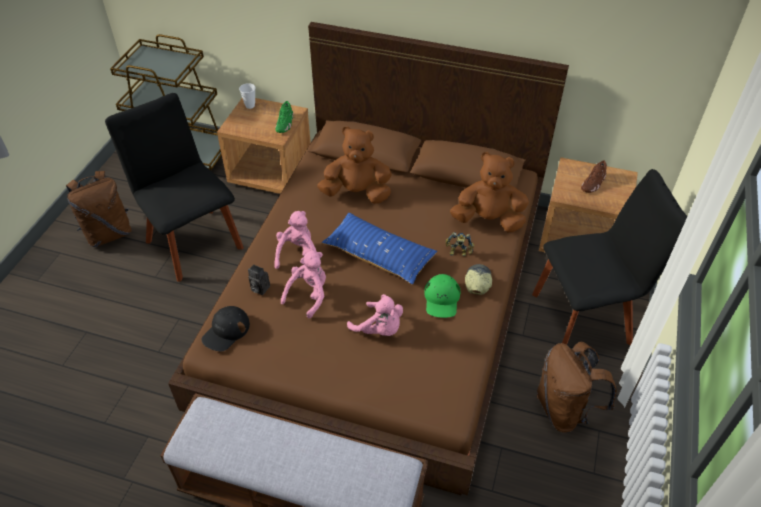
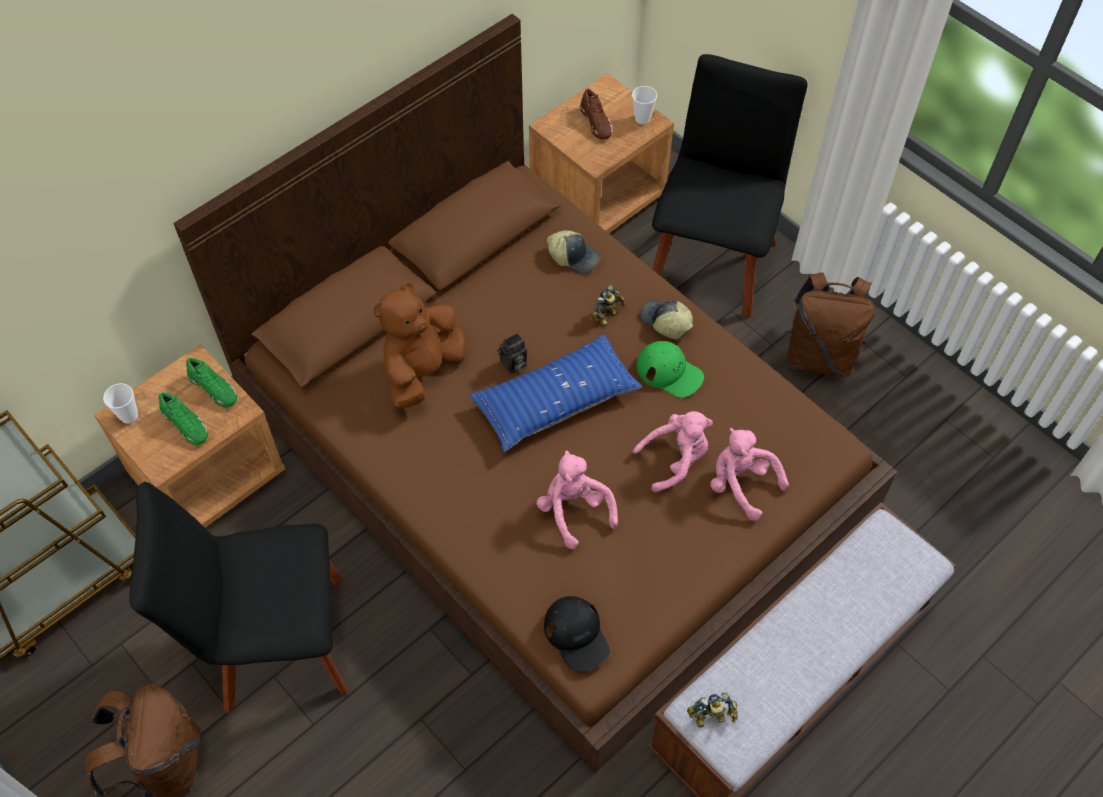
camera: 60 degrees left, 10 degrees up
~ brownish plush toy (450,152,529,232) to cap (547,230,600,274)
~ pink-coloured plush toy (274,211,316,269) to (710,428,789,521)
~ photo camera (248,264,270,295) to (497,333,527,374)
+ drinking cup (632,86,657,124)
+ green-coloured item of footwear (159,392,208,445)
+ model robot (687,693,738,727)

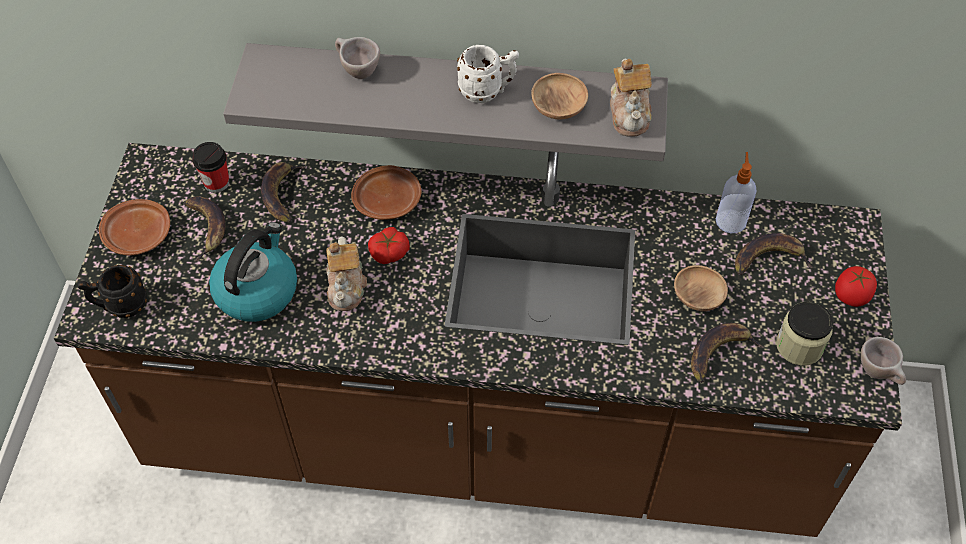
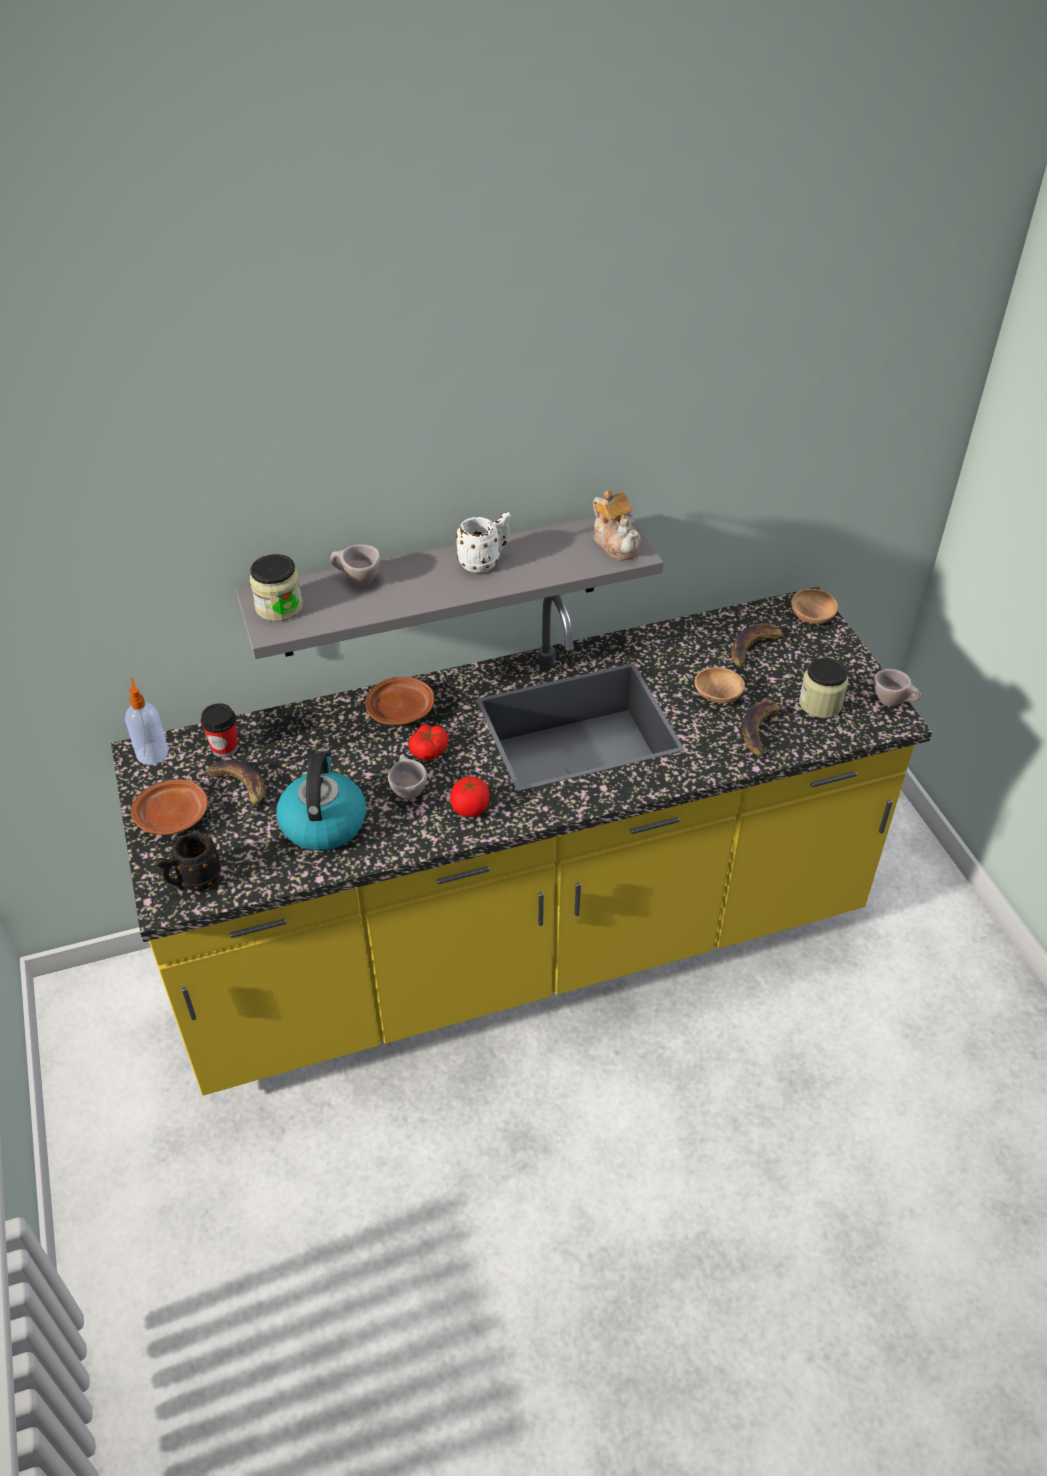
camera: 25 degrees left, 10 degrees down
~ brownish serving bowl (531,73,588,120) to (791,589,838,624)
~ brownish kitchen counter (54,143,902,537) to yellow kitchen counter (111,587,932,1096)
~ soap dispenser (716,152,756,233) to (125,678,168,765)
- whole banana (261,162,306,223)
~ teapot (326,236,367,311) to beige drinking cup (388,754,427,800)
~ fresh tomato (835,266,877,307) to (450,776,489,817)
+ jar (250,554,303,621)

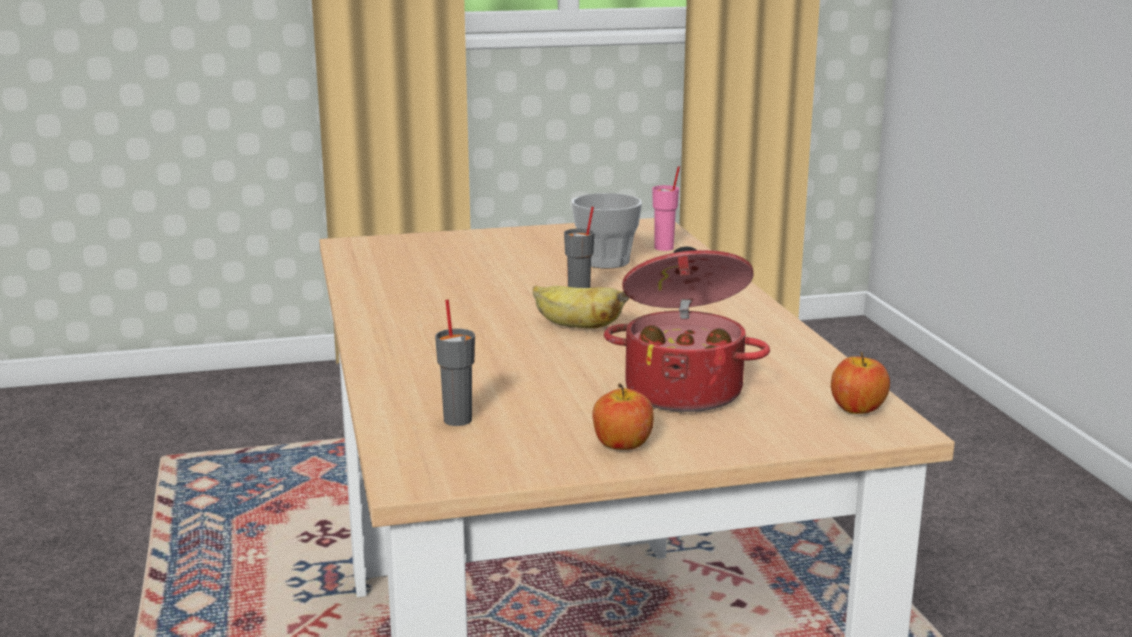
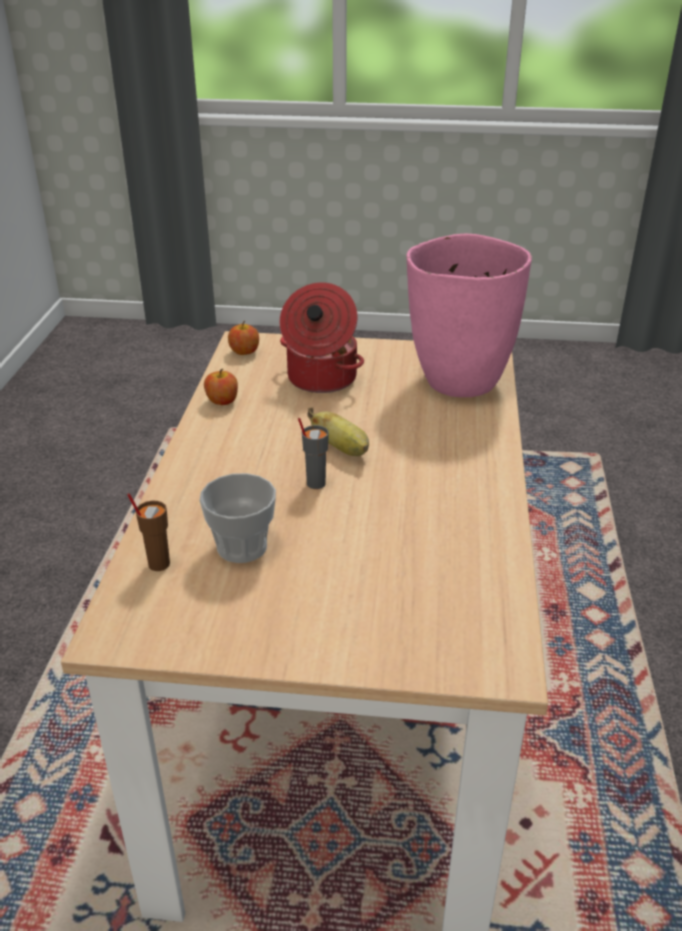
camera: 160 degrees left, 15 degrees up
~ pink-coloured drinking cup (652,166,680,251) to brownish drinking cup (127,493,170,571)
~ gray drinking cup (435,299,475,426) to pink-coloured decorative vase (406,234,532,397)
~ apple fruit (592,383,654,450) to (204,369,238,405)

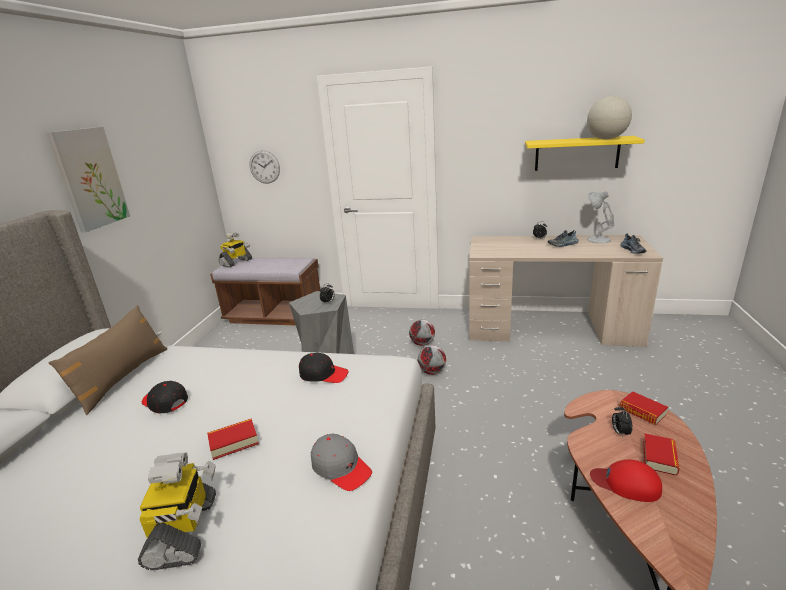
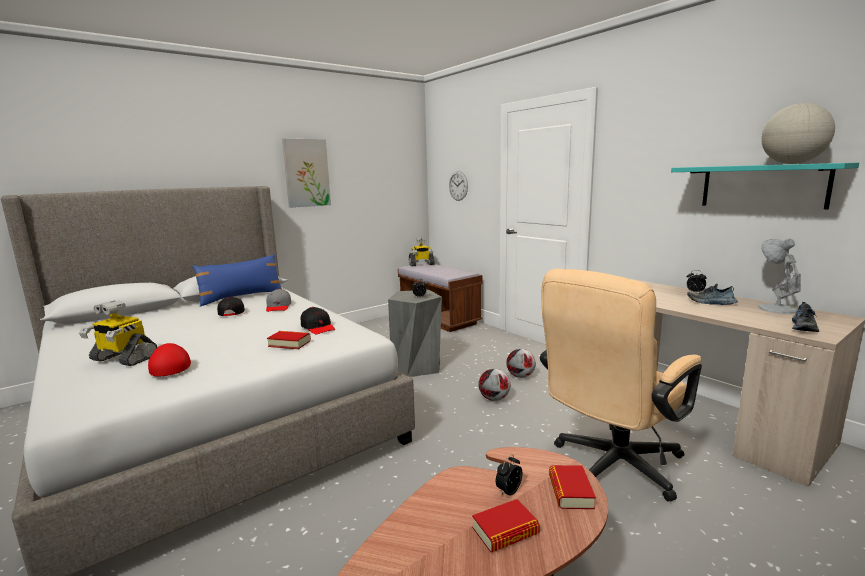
camera: 40 degrees right, 10 degrees down
~ yellow shelf (525,136,645,171) to turquoise shelf (671,163,859,209)
~ brownish throw pillow (48,305,168,415) to blue-coloured throw pillow (192,254,282,307)
~ bound book (207,418,259,460) to (267,331,311,349)
~ gray cap (311,433,372,491) to (266,289,291,312)
~ model robot (138,452,216,570) = (79,300,158,366) 75 degrees clockwise
~ red cap (590,460,662,502) to (148,343,191,376)
+ beige office chair (540,269,702,502)

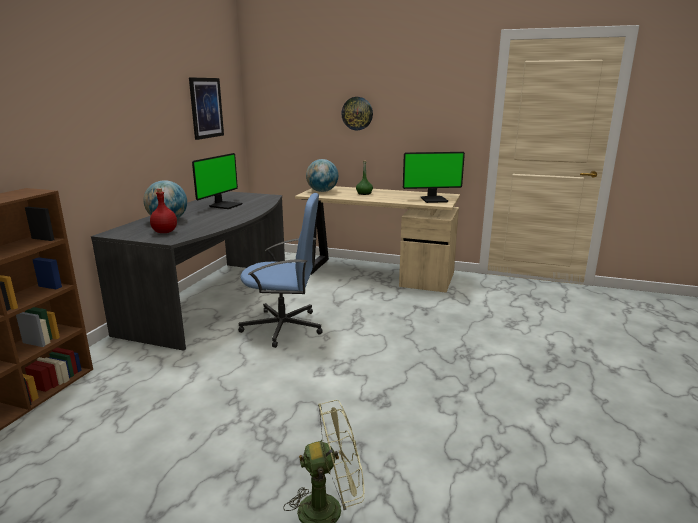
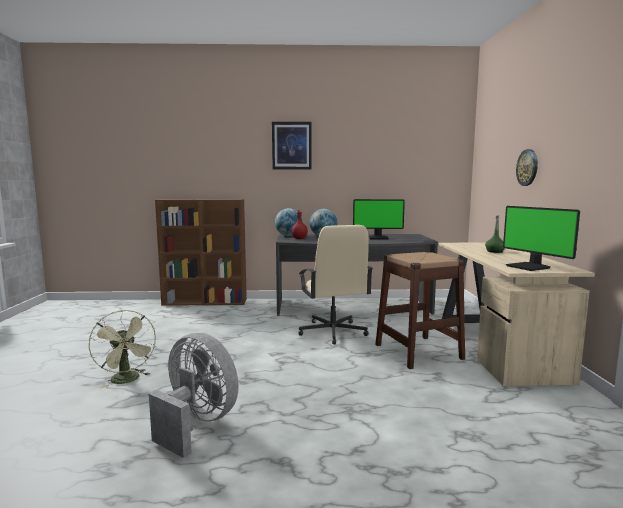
camera: 70 degrees right, 10 degrees down
~ picture (189,77,224,140) to (272,122,312,170)
~ desk globe (306,159,338,192) to (275,208,302,236)
~ blue-coloured office chair (238,193,323,348) to beige office chair (299,225,373,345)
+ brownish sitting stool (375,252,465,369)
+ gray cooling fan (149,333,239,458)

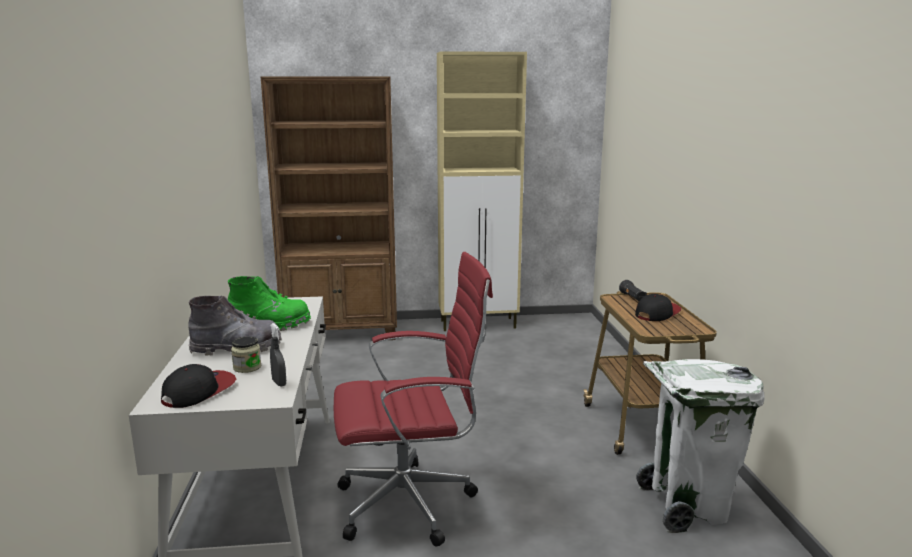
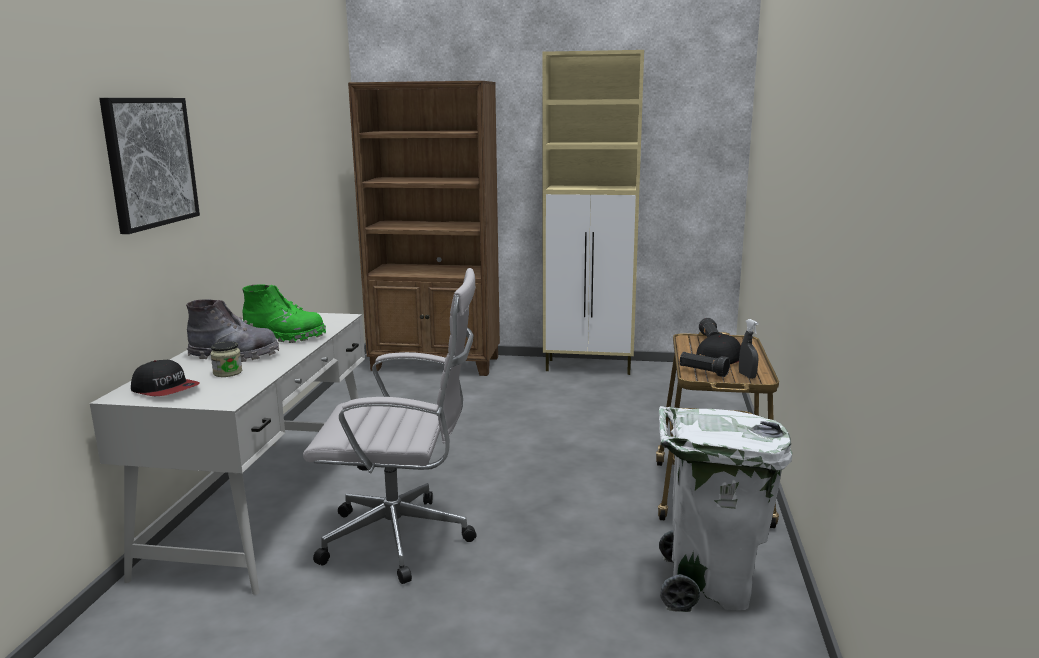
camera: 15 degrees right, 0 degrees up
~ red office chair (334,252,493,547) to white office chair (303,268,476,584)
~ gray hand sprayer (270,323,286,387) to (739,319,759,379)
~ cap (161,364,236,408) = (131,360,200,396) 75 degrees clockwise
+ picture (99,98,200,234)
+ black flashlight (680,352,730,377)

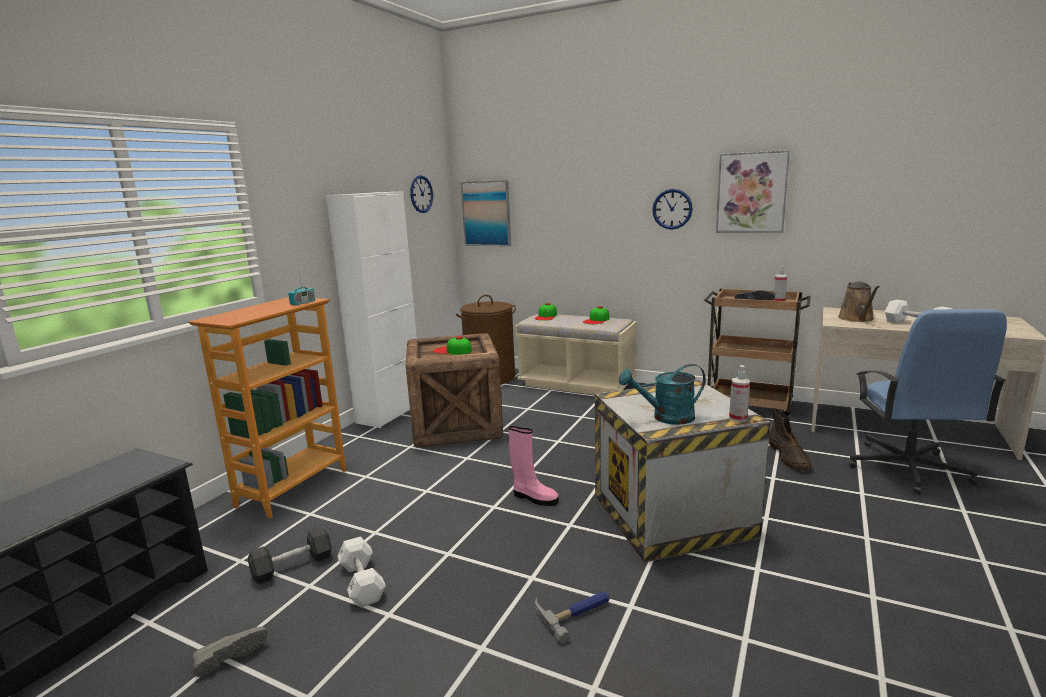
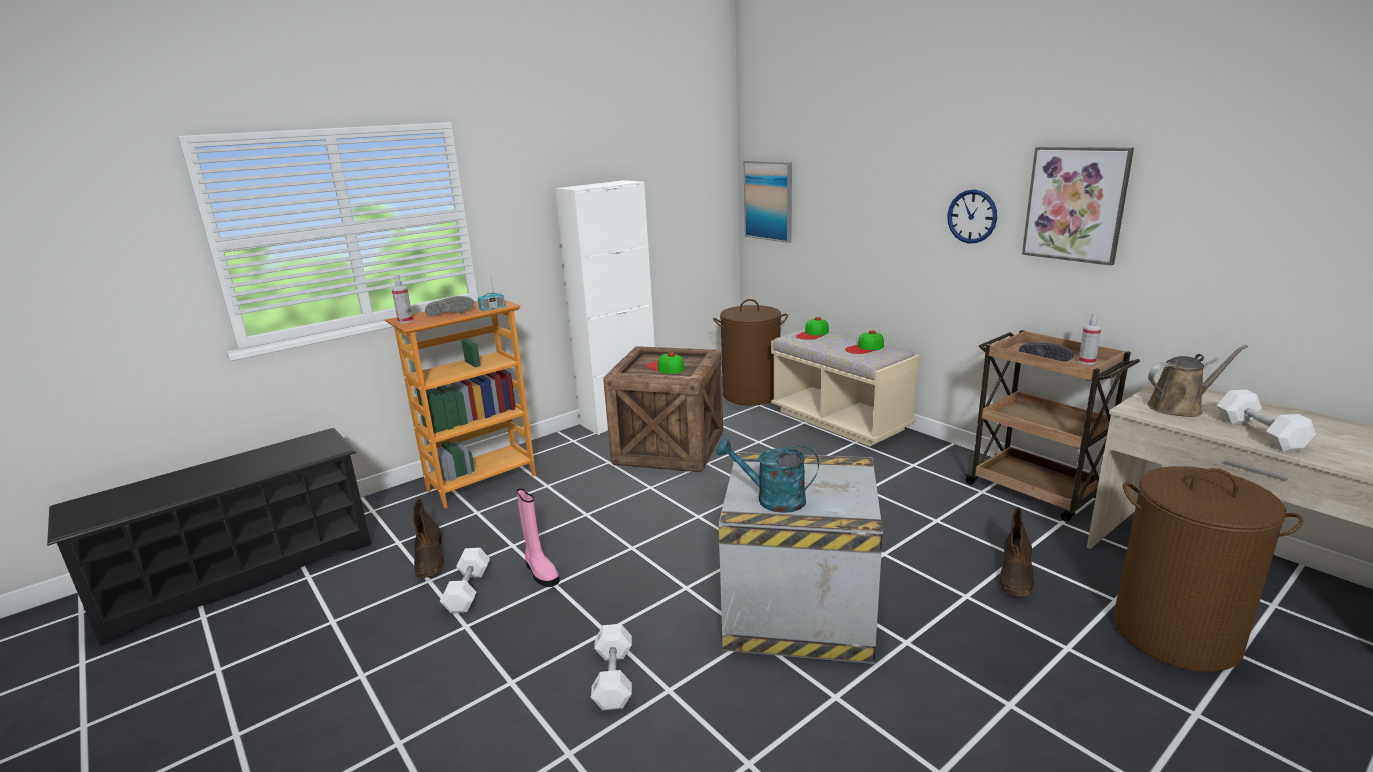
camera: 25 degrees right, 5 degrees up
- hanging clock (410,175,433,213)
~ brownish watering can (838,282,880,322) = (1147,345,1248,417) 135 degrees counterclockwise
~ blue-coloured office chair (849,309,1007,494) to brownish hamper (1114,466,1303,672)
~ hand sprayer (729,365,750,422) to (392,275,413,323)
~ pink-coloured high-top boot (509,426,559,506) to (517,488,560,587)
~ black free weight (248,526,332,584) to brownish high-top boot (413,499,444,578)
~ hammer (535,591,610,644) to white free weight (591,624,632,710)
~ gray item of footwear (193,627,268,677) to (425,296,474,317)

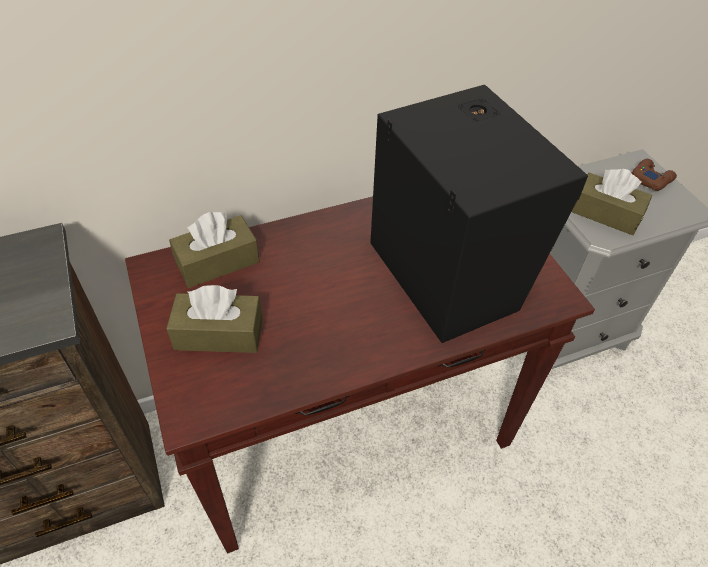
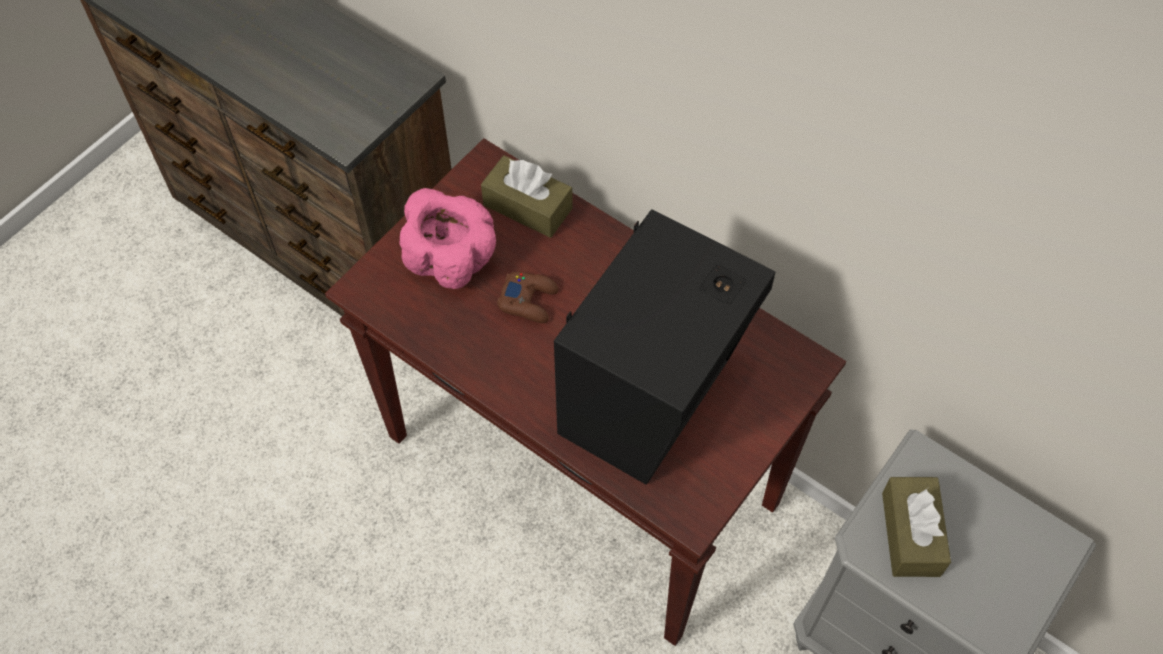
camera: 60 degrees right, 10 degrees up
~ brownish gamepad (632,159,677,191) to (497,272,558,323)
~ brownish box of tissues (166,285,263,353) to pink-coloured serving bowl (399,188,496,289)

